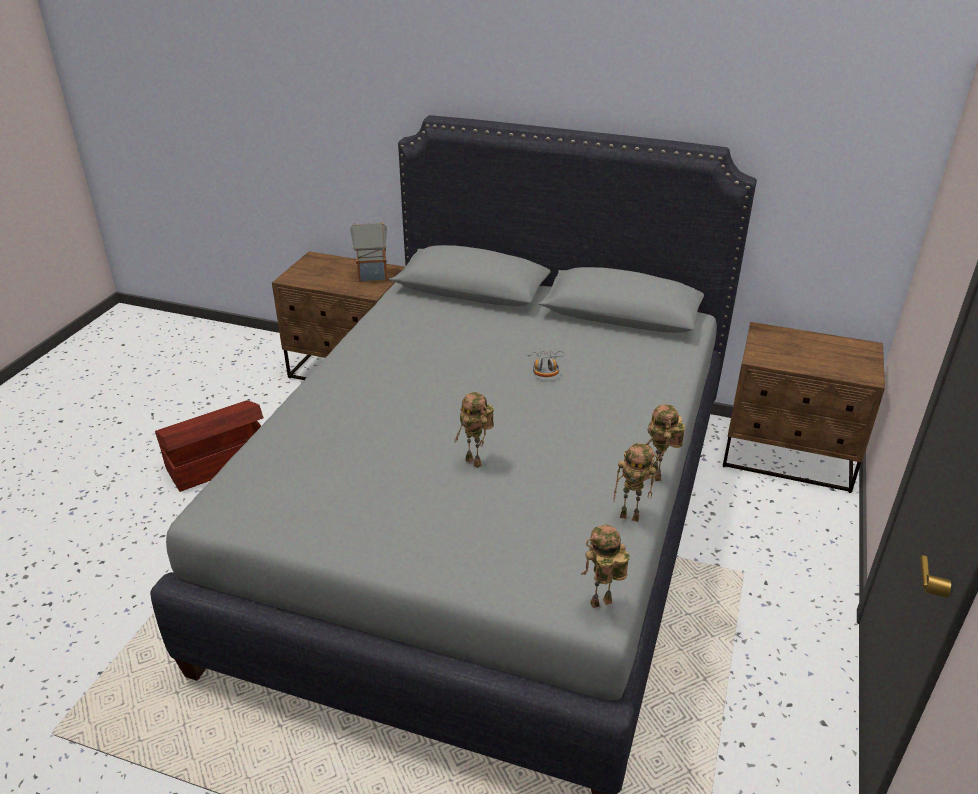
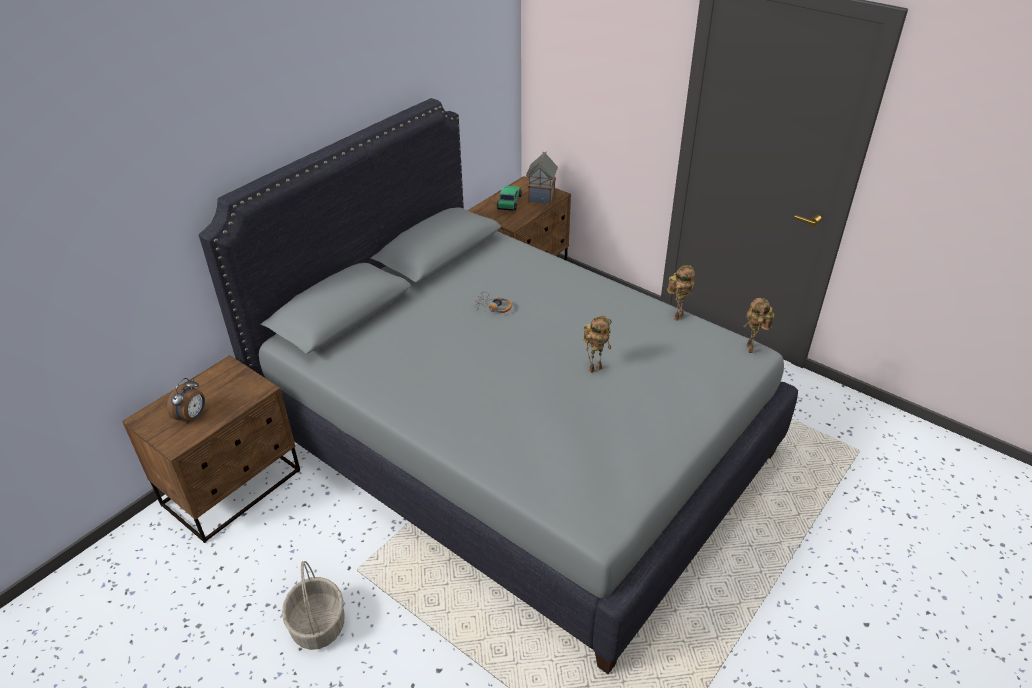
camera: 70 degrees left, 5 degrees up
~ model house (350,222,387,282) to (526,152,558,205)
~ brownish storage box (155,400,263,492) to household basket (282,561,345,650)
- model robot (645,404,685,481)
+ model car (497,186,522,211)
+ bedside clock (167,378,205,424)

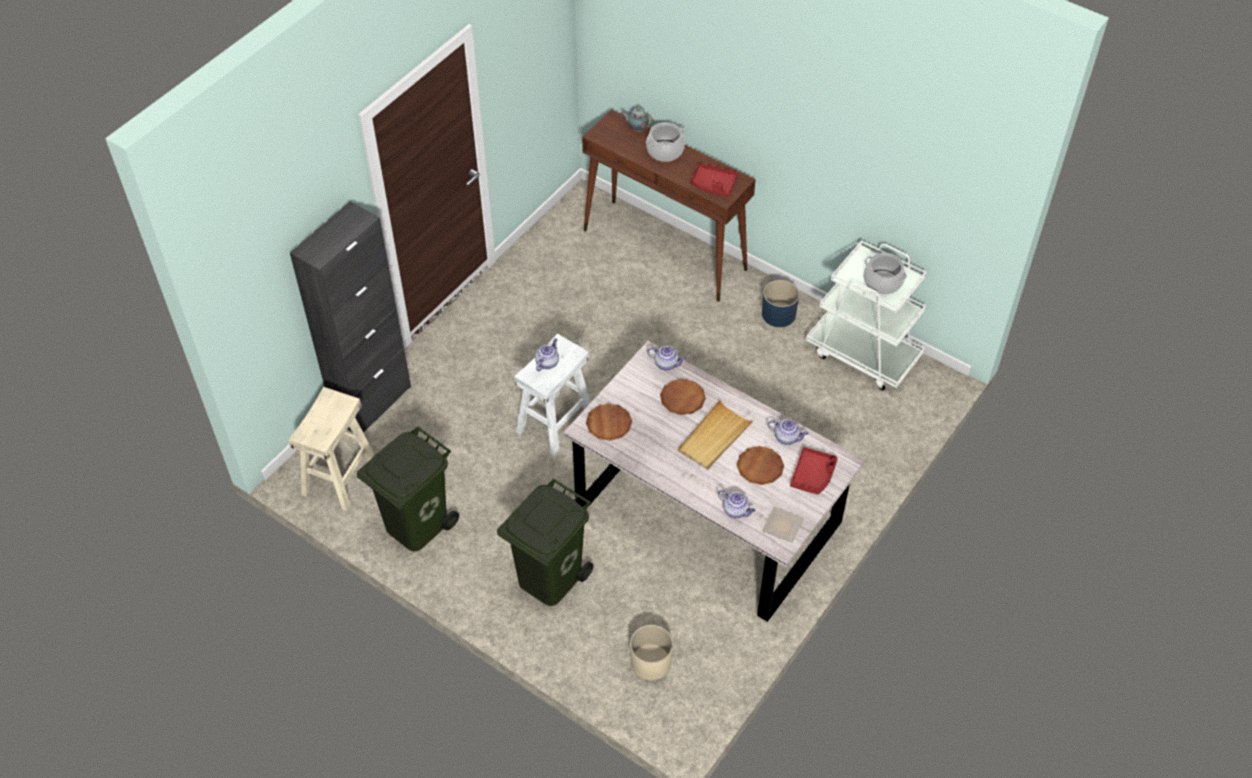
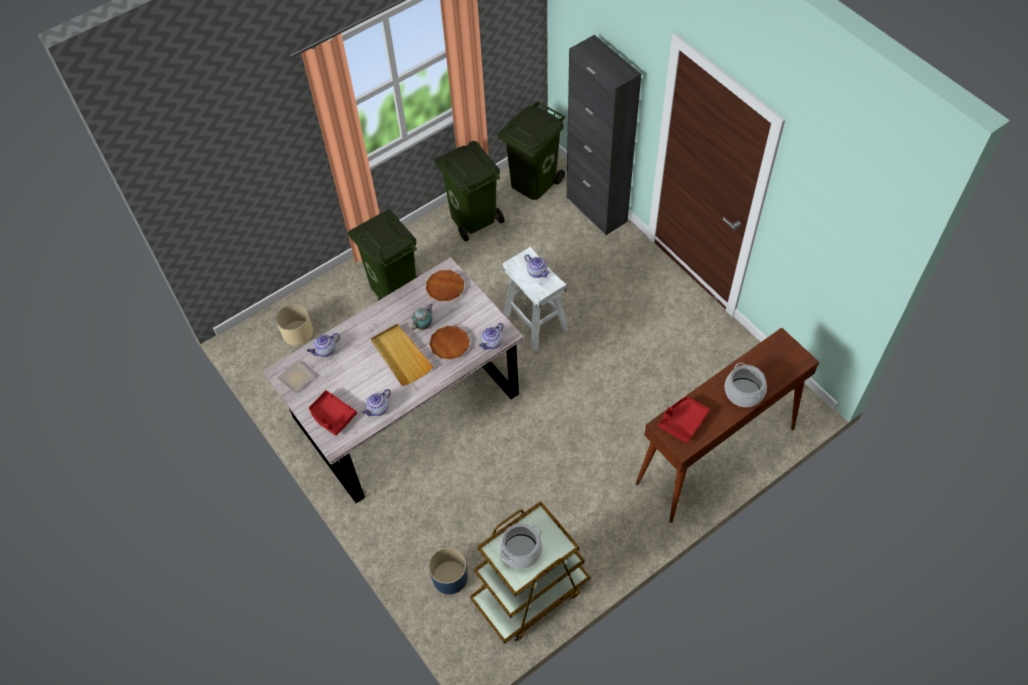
camera: 110 degrees right, 5 degrees up
~ teapot (621,107,654,132) to (412,304,433,330)
~ white trolley (806,240,927,391) to brownish trolley (470,501,590,643)
~ blue-coloured planter (762,280,799,327) to (428,547,468,594)
~ beige sitting stool (289,387,375,511) to green-coloured waste bin (497,101,565,200)
- brownish dinner plate (737,446,784,485)

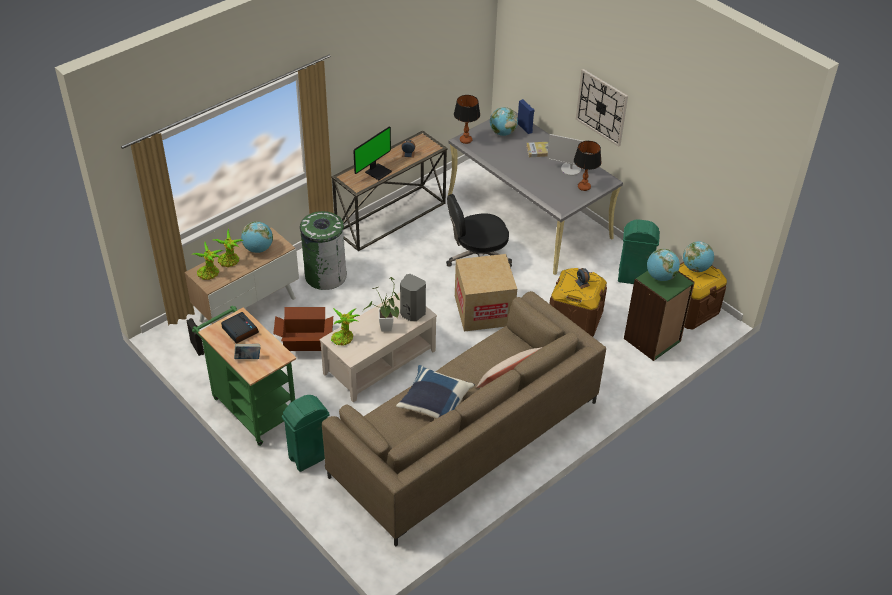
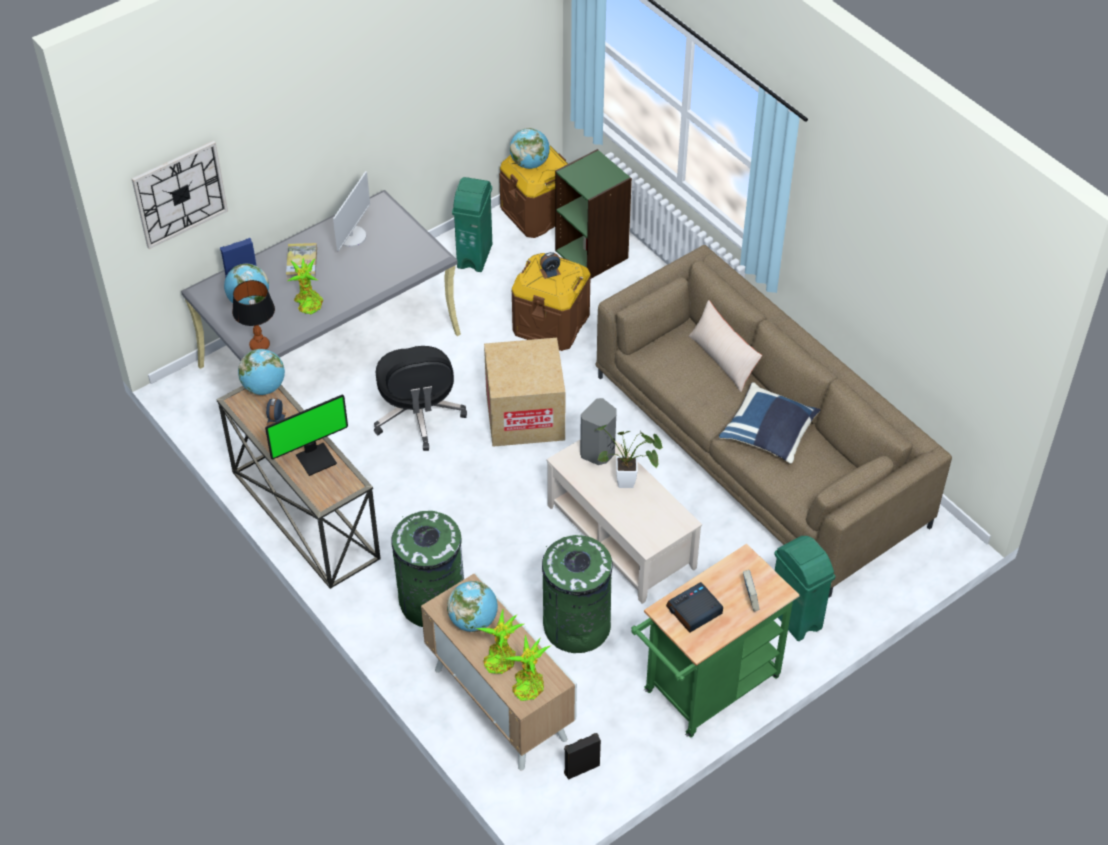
camera: 85 degrees left, 5 degrees up
~ hanging clock (576,69,628,147) to (132,141,228,249)
~ computer screen (353,126,392,180) = (265,395,348,476) 105 degrees clockwise
- table lamp (574,141,602,191)
~ desk globe (647,249,680,281) to (238,349,285,395)
~ carton (273,307,333,351) to green-coloured waste bin (542,535,612,653)
~ houseplant (331,308,360,346) to (288,258,323,315)

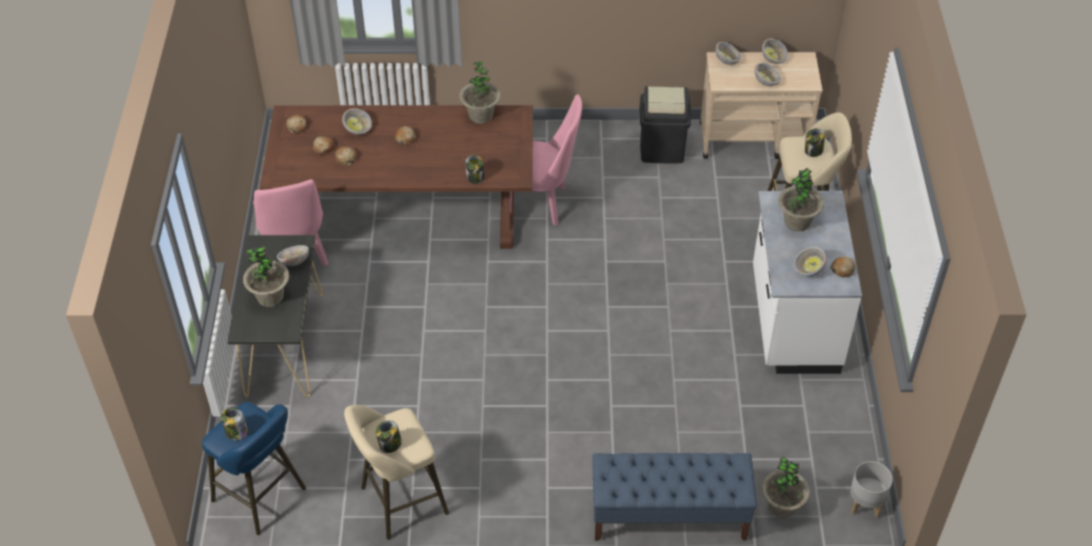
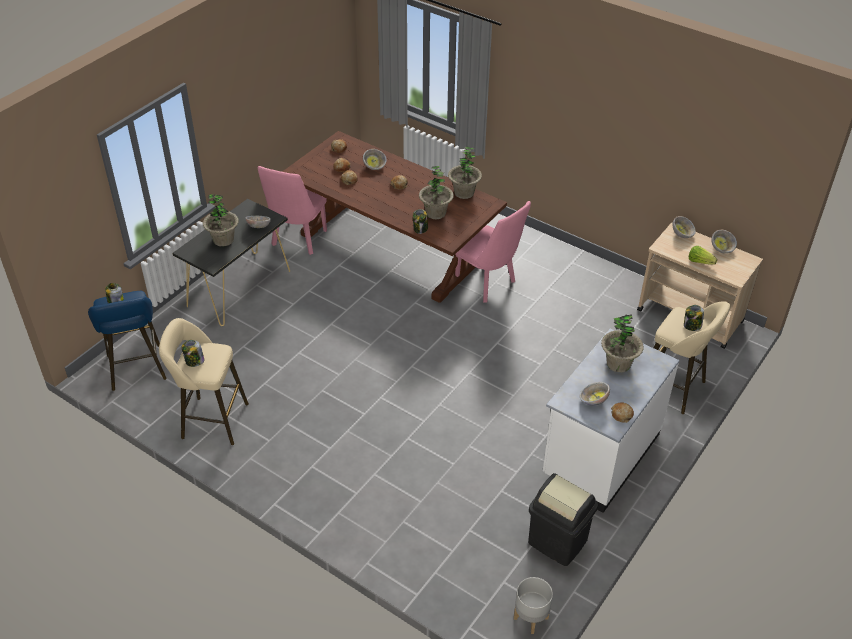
camera: 35 degrees right, 5 degrees down
~ serving bowl (755,63,781,86) to lettuce (689,246,717,265)
~ black waste bin (639,86,691,163) to (528,473,598,566)
- blue-coloured bench (593,453,757,541)
~ houseplant (762,457,810,518) to (419,166,454,219)

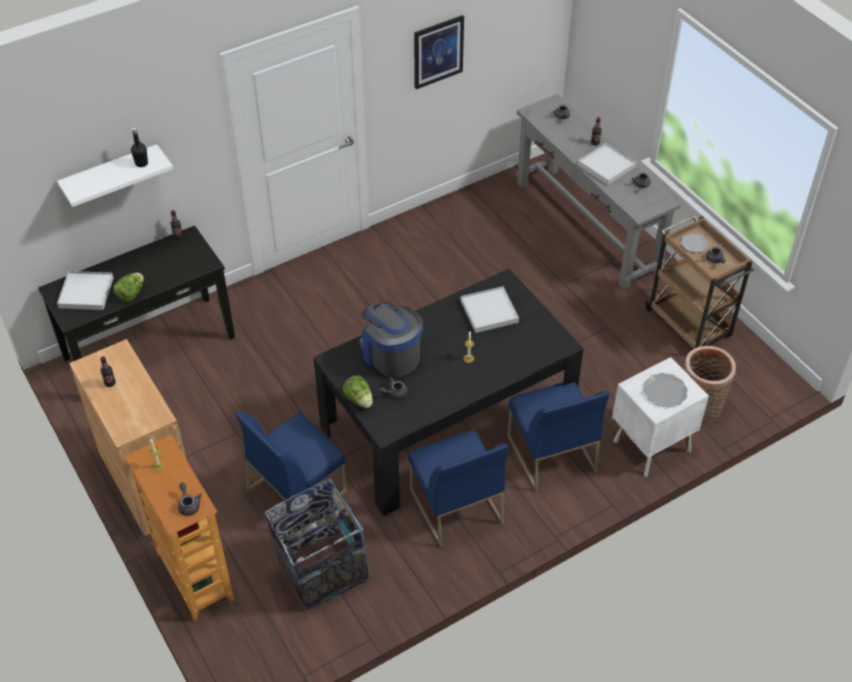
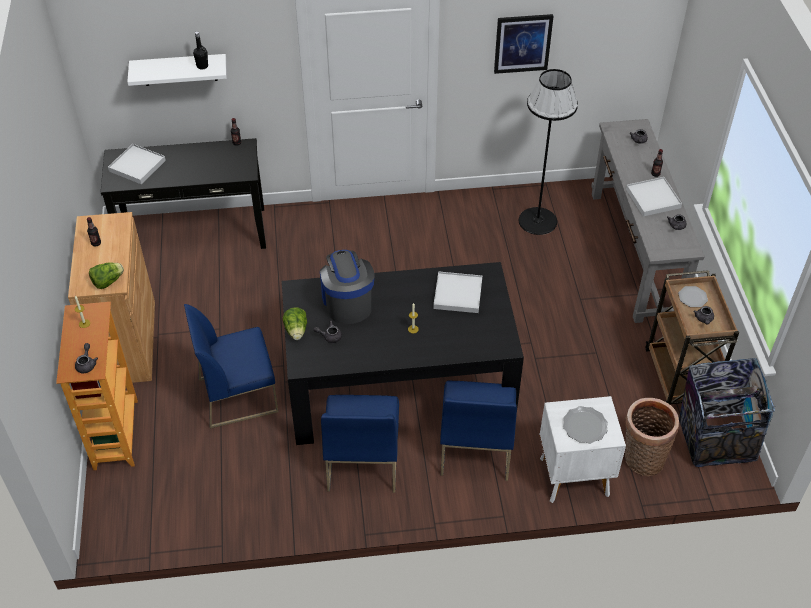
camera: 25 degrees right, 0 degrees up
~ lettuce (114,273,144,302) to (89,262,124,289)
~ waste bin (264,478,371,610) to (679,358,775,467)
+ black floor lamp (519,69,578,235)

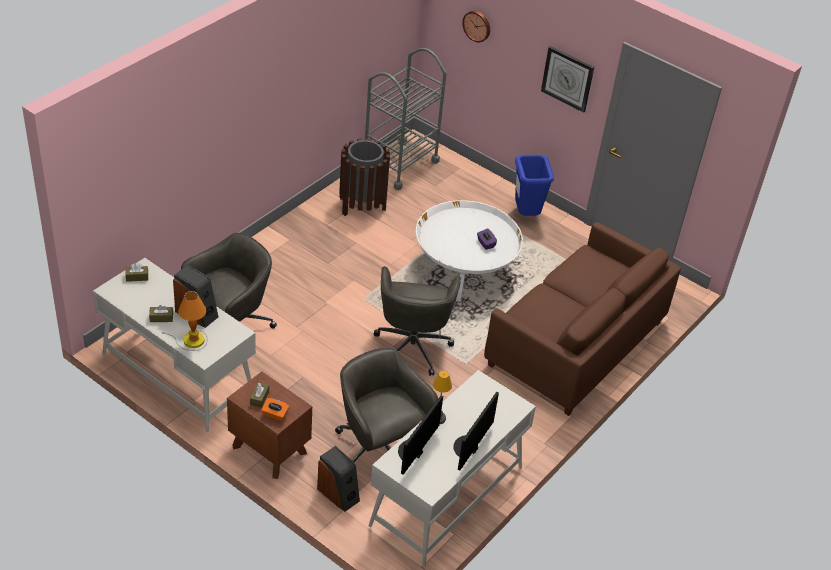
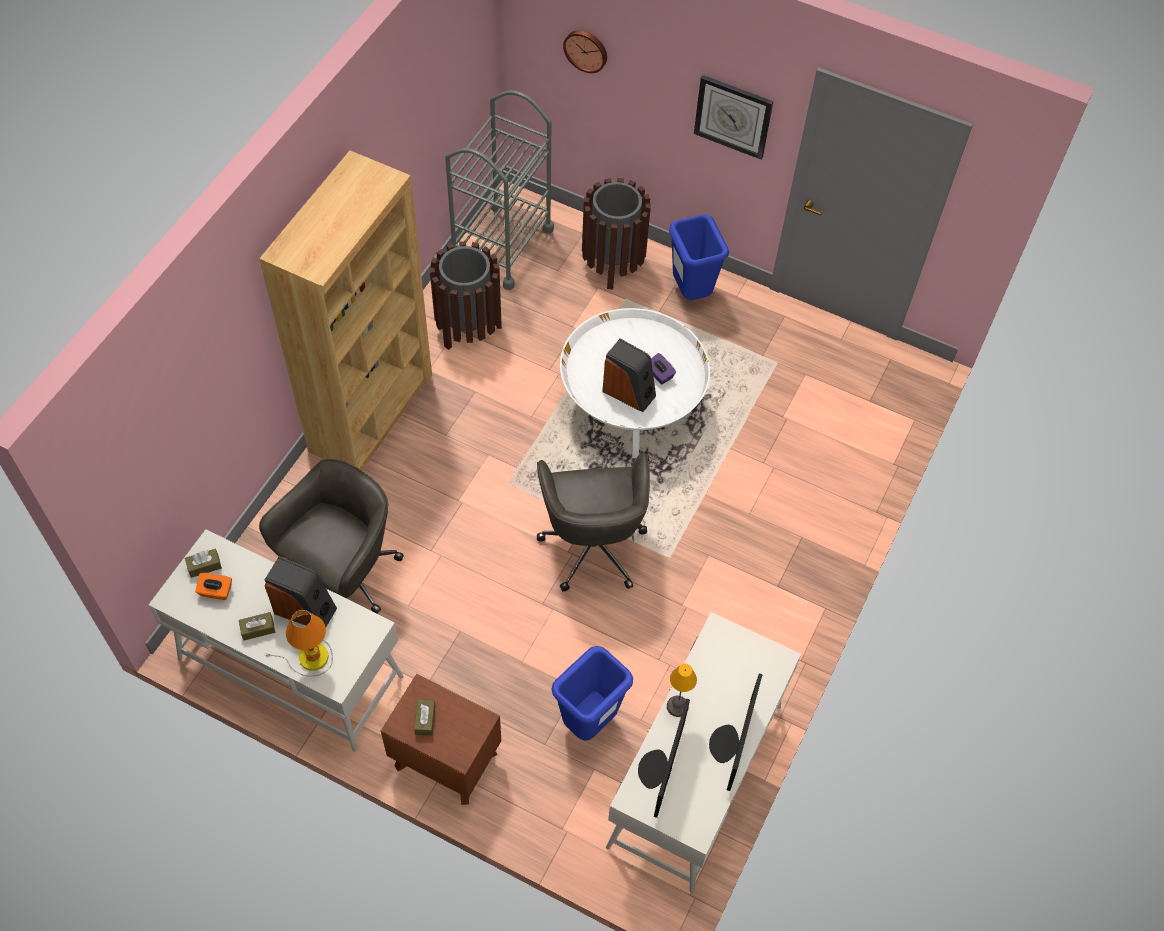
camera: 10 degrees left, 15 degrees up
- brownish settee (484,222,681,416)
~ gray office chair (335,348,438,462) to blue-coloured waste bin (552,646,633,741)
~ orangey box of tissues (261,398,289,421) to (195,573,232,600)
~ audio speaker (317,446,360,512) to (602,338,656,412)
+ brownish bookshelf (259,151,432,471)
+ brownish waste bin (582,178,651,289)

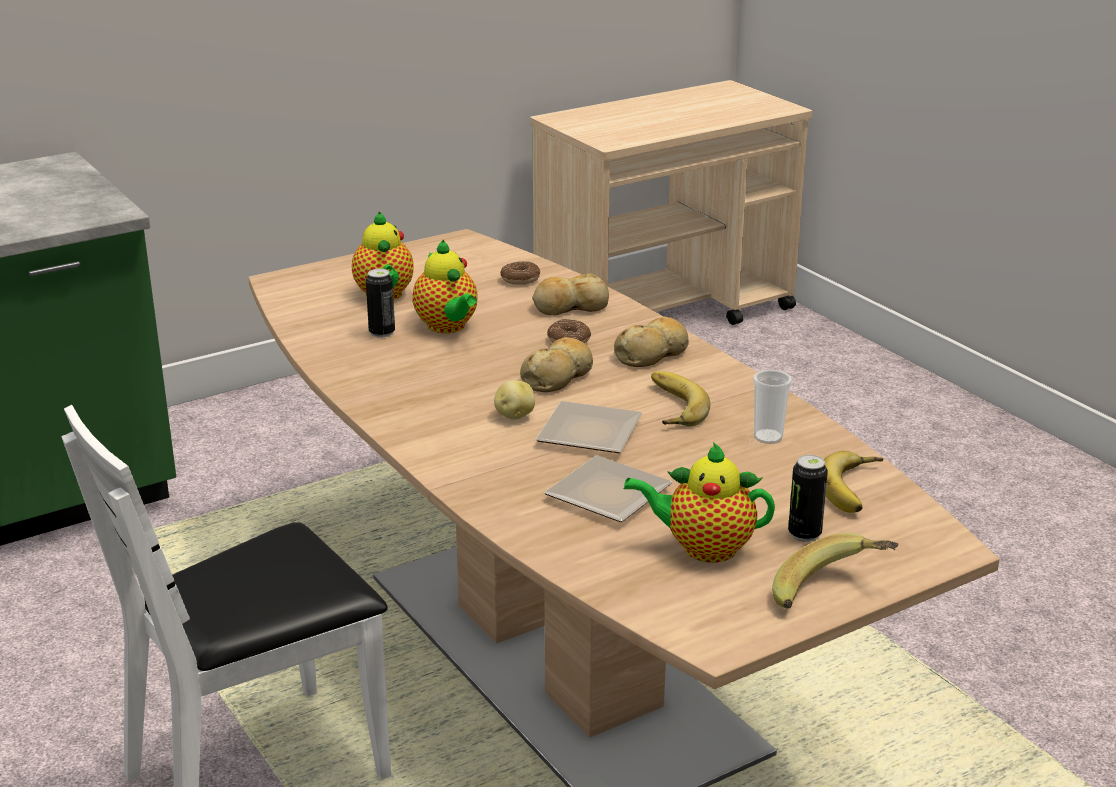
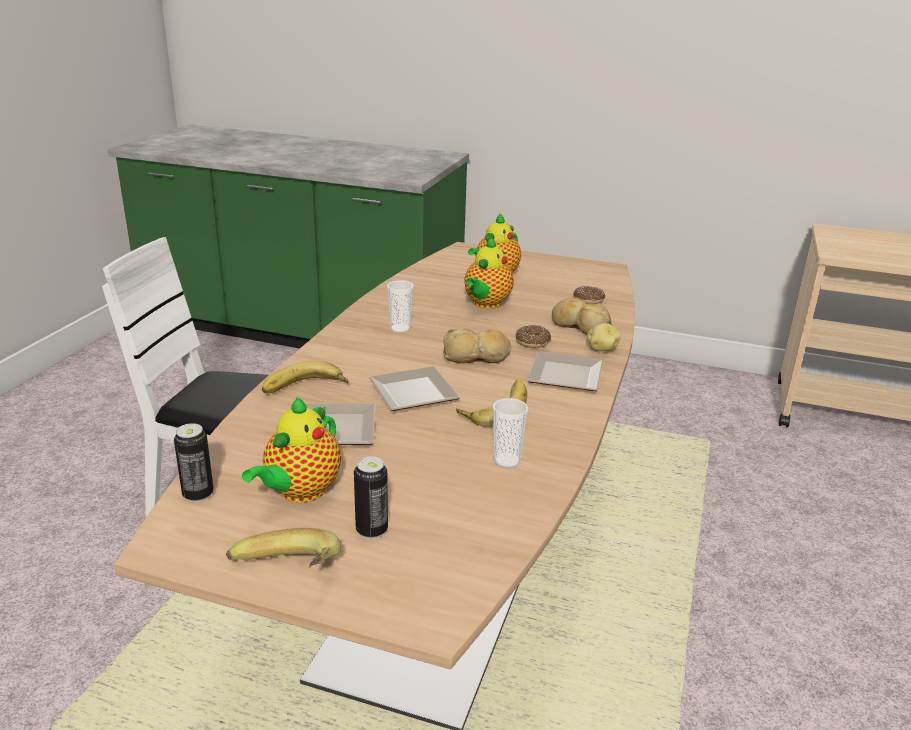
camera: 50 degrees right, 0 degrees up
~ sealed can (366,269,395,338) to (174,423,214,502)
~ baked bread (614,316,689,367) to dinner plate (527,351,603,391)
~ whole potato (494,380,535,420) to (587,323,621,351)
~ teapot (624,442,775,563) = (242,397,341,503) 120 degrees counterclockwise
~ whole banana (824,451,883,513) to (262,361,348,394)
+ drinking cup (387,280,414,333)

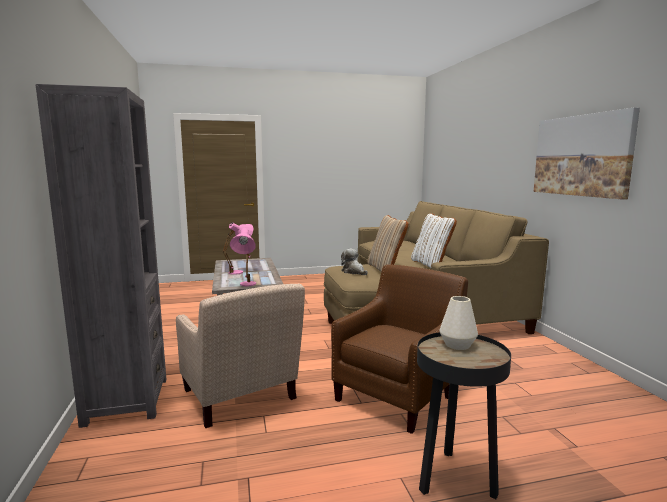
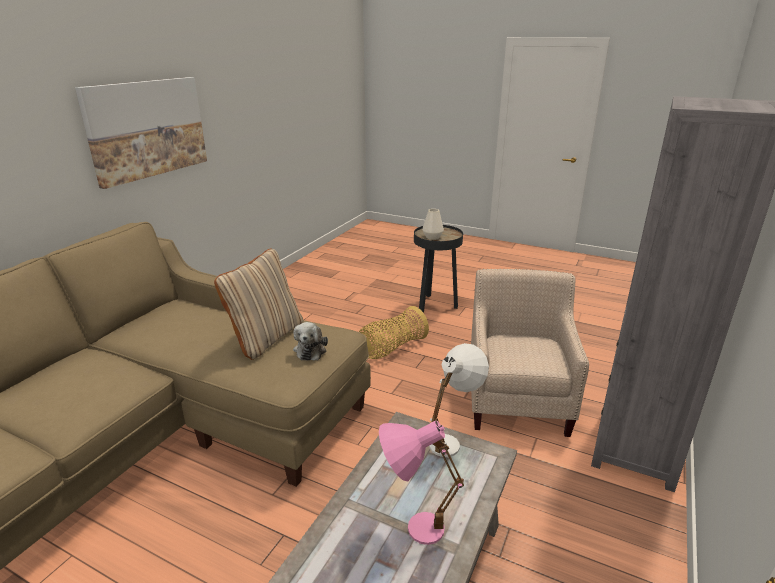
camera: 140 degrees left, 15 degrees up
- white throw pillow (411,213,457,268)
~ pink-coloured table lamp (230,228,256,286) to white table lamp (429,343,489,457)
~ brownish lounge chair (331,264,468,434) to household basket (359,306,429,359)

